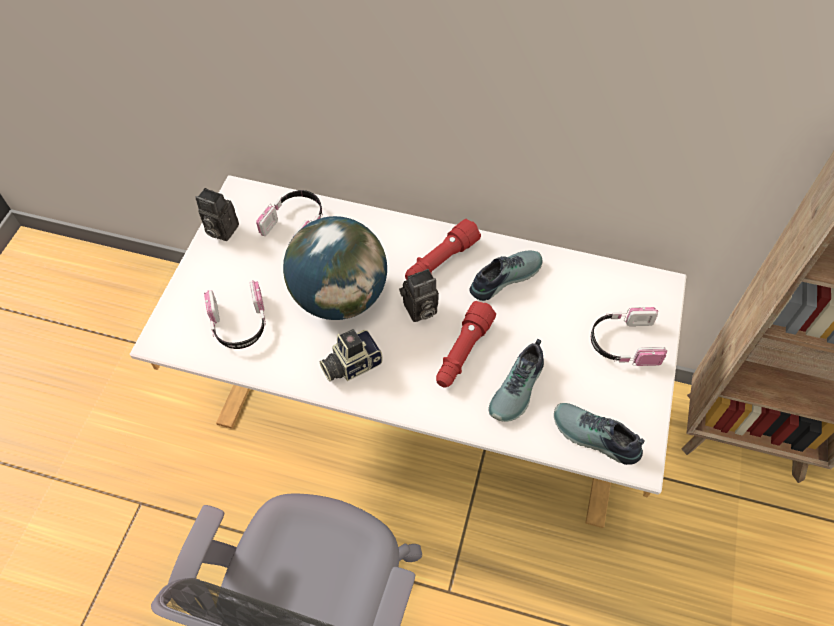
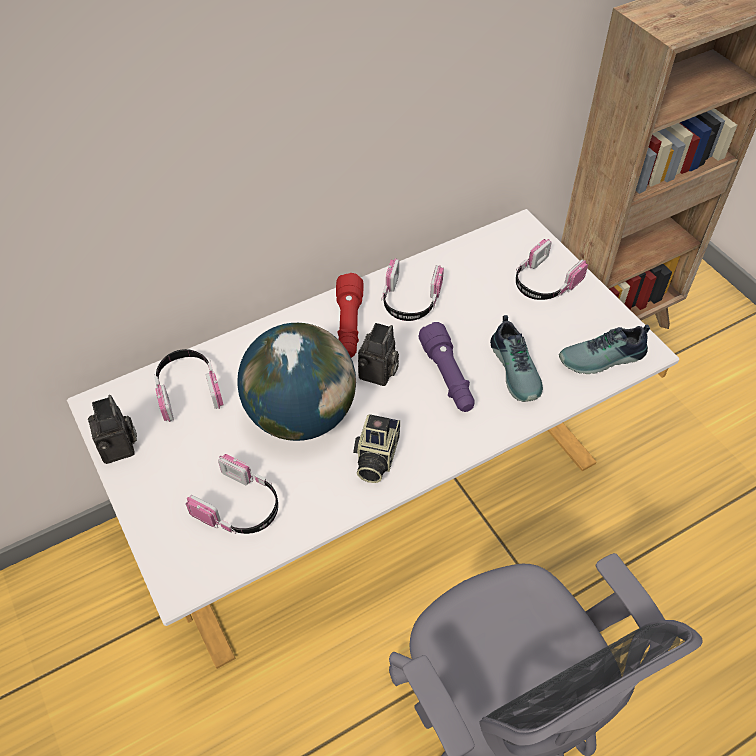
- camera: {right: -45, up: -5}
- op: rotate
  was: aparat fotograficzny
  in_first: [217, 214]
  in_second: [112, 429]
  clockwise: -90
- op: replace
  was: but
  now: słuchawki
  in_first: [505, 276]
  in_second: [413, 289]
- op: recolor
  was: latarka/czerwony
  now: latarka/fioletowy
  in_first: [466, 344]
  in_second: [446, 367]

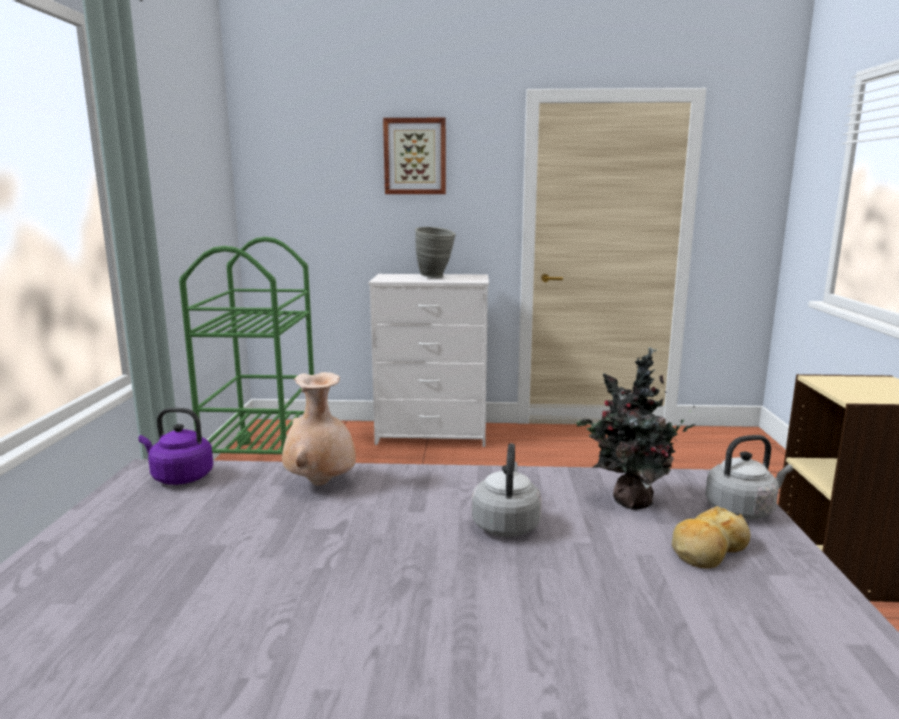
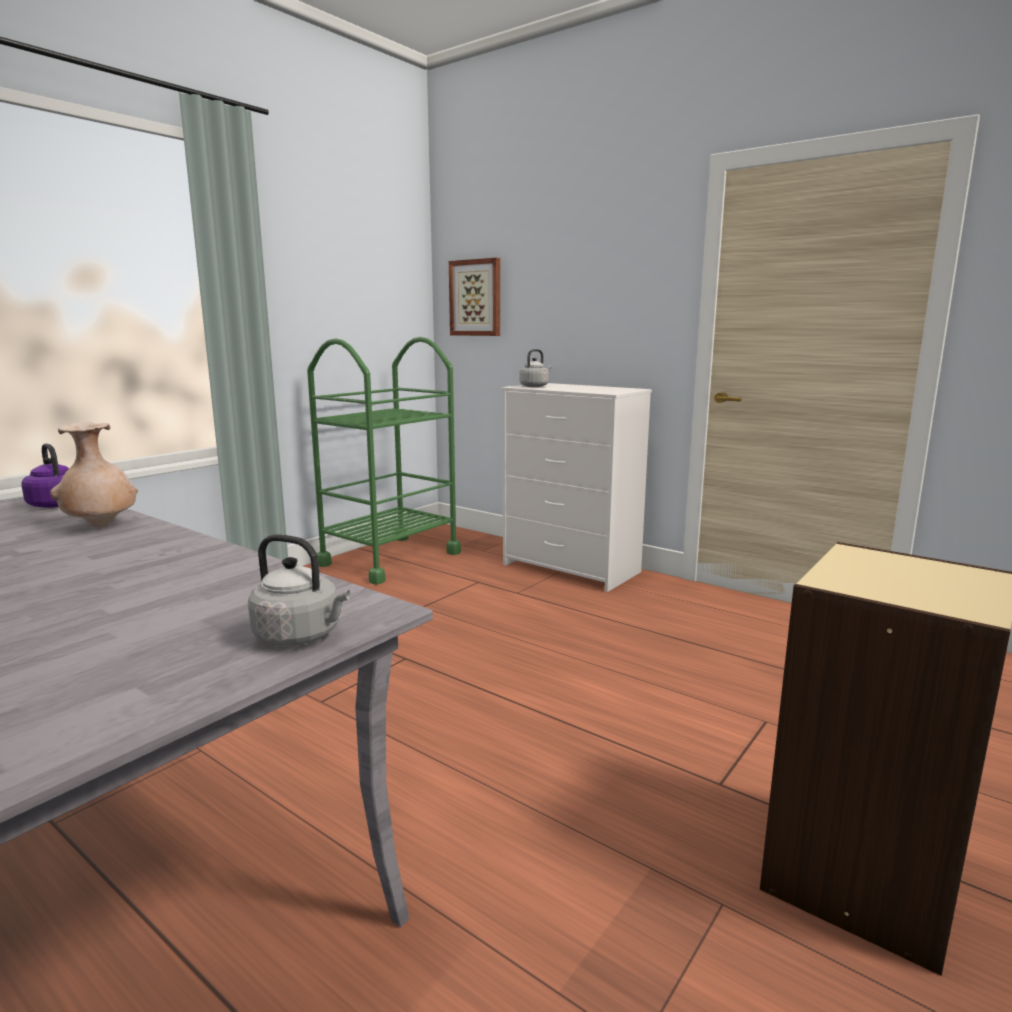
- camera: {right: 35, up: 0}
- op: move
  was: obraz
  in_first: [414, 156]
  in_second: [474, 297]
- op: delete
  was: wazon/szary
  in_first: [435, 252]
- op: delete
  was: roślina doniczkowa
  in_first: [635, 428]
- op: move
  was: czajnik/szary
  in_first: [507, 490]
  in_second: [535, 368]
- op: delete
  was: chleb
  in_first: [711, 537]

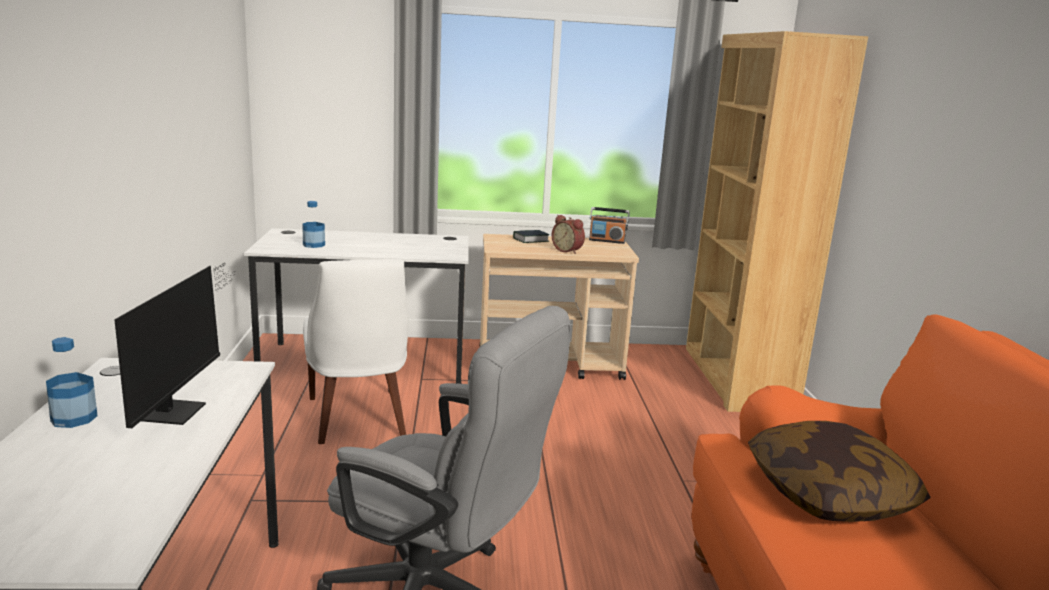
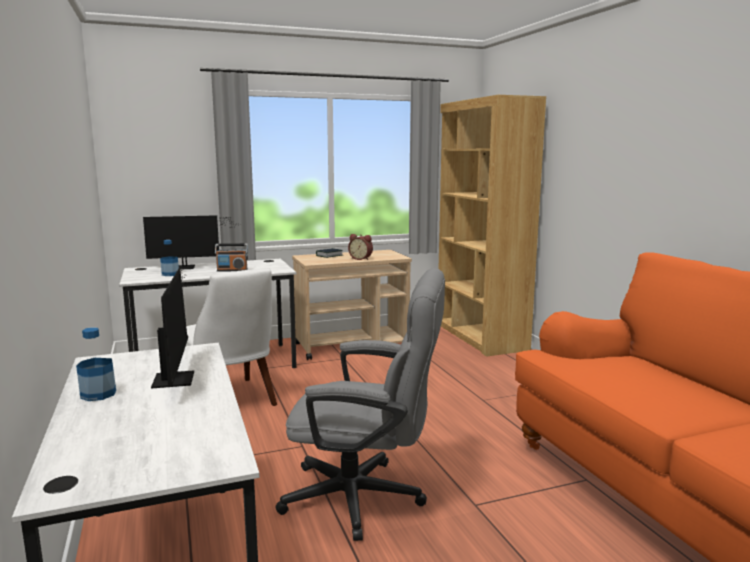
- camera: {right: -15, up: -5}
- op: move
  was: radio
  in_first: [609, 225]
  in_second: [231, 257]
- op: delete
  was: poduszka
  in_first: [839, 471]
- op: insert
  now: monitor
  in_second: [191, 242]

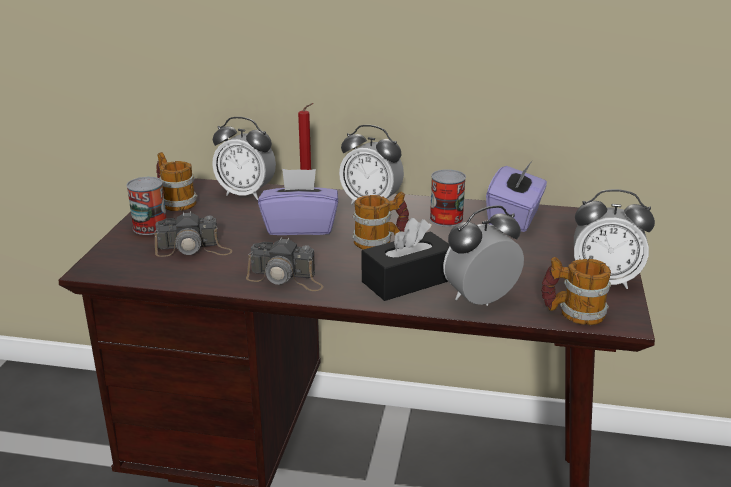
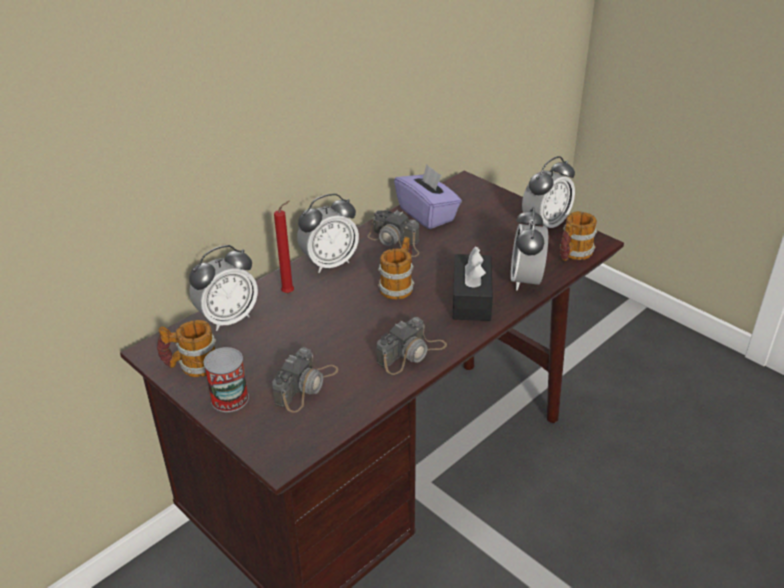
- camera: {right: -55, up: 10}
- op: delete
  was: pudełko chusteczek/fioletowy
  in_first: [298, 202]
- op: replace
  was: puszka
  now: aparat fotograficzny
  in_first: [448, 198]
  in_second: [393, 233]

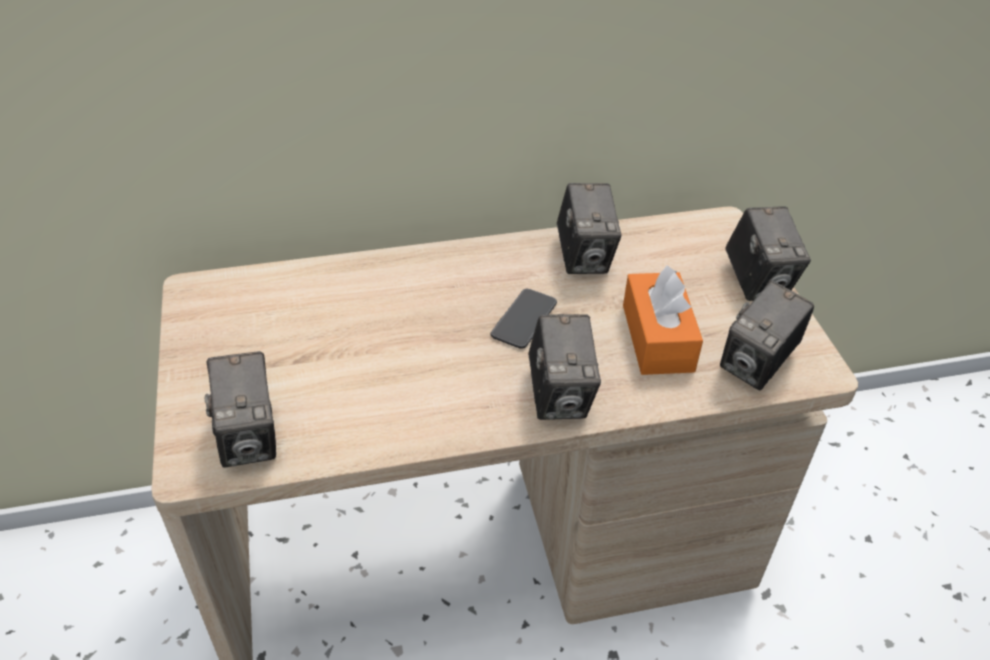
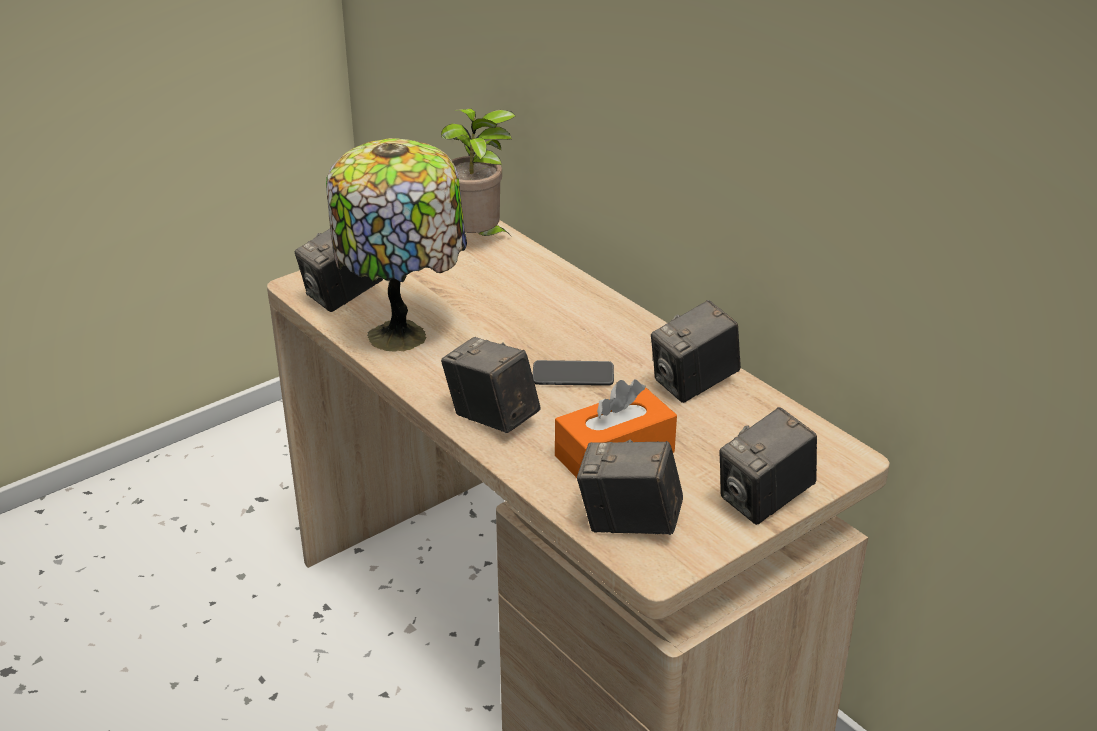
- camera: {right: 65, up: -10}
- op: rotate
  was: aparat fotograficzny
  in_first: [564, 367]
  in_second: [491, 385]
  clockwise: 75
- op: insert
  now: roślina doniczkowa
  in_second: [478, 173]
- op: insert
  now: lampa stołowa
  in_second: [396, 245]

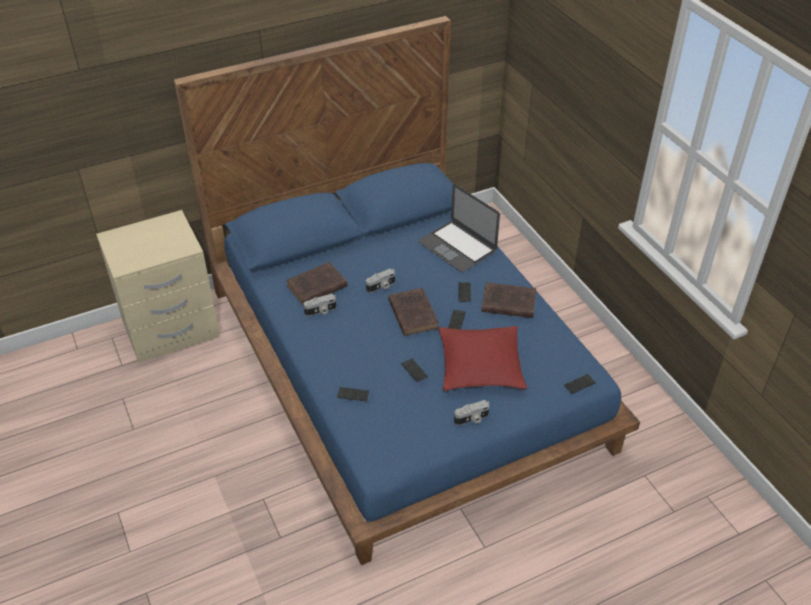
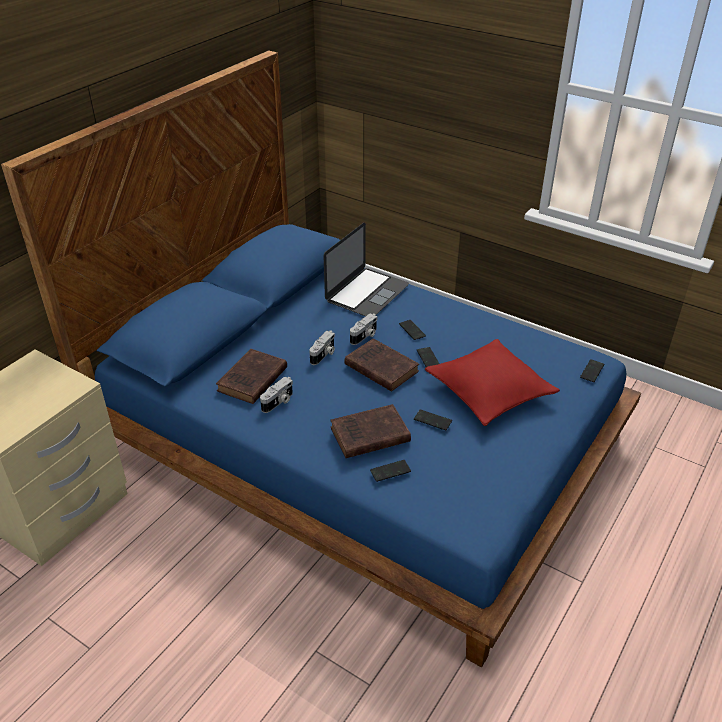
- camera: {right: -30, up: -5}
- op: rotate
  was: laptop
  in_first: [459, 228]
  in_second: [366, 269]
  clockwise: -75
- op: move
  was: książka/brązowy
  in_first: [508, 300]
  in_second: [370, 431]
- op: move
  was: aparat fotograficzny
  in_first: [471, 412]
  in_second: [364, 329]

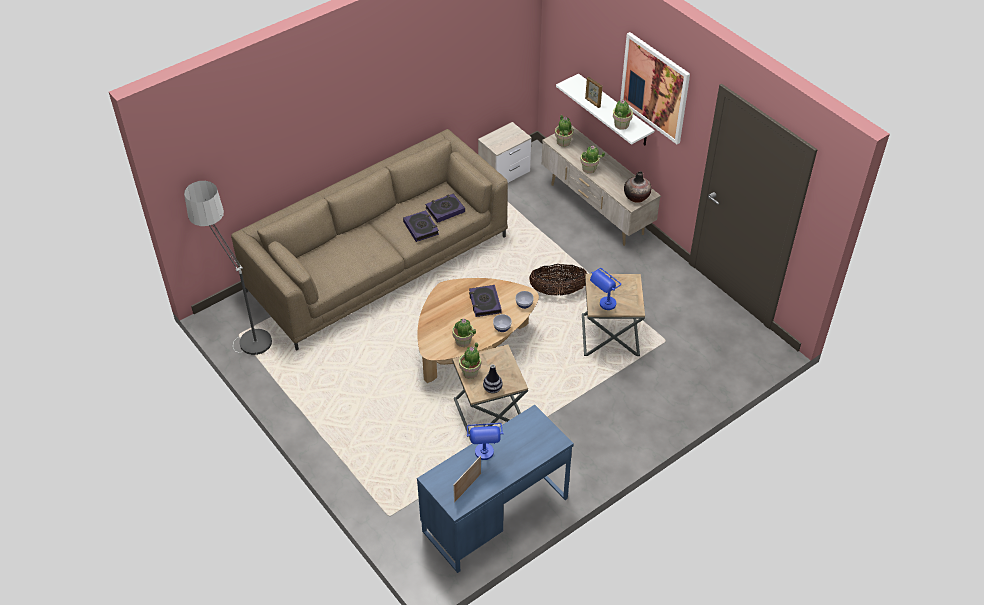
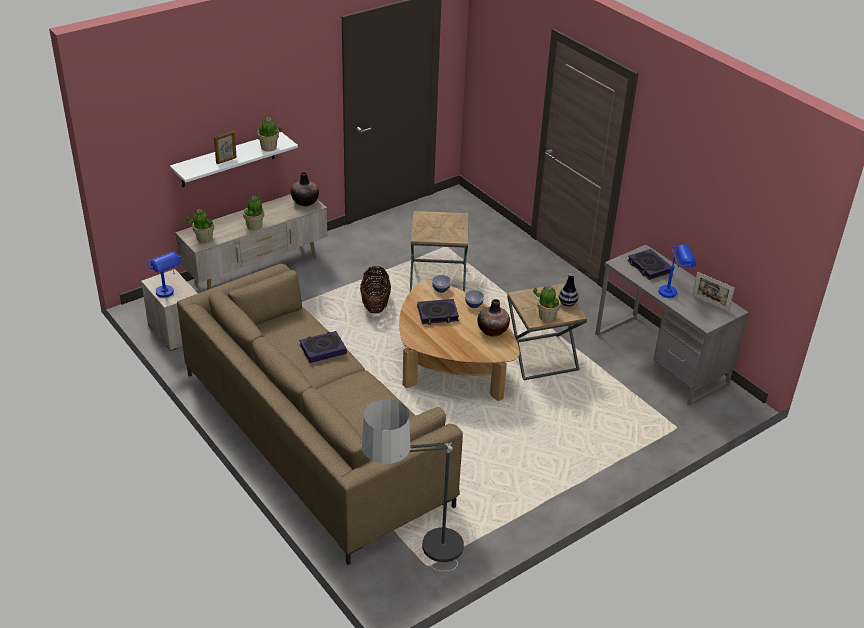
- camera: {right: -90, up: -10}
- op: delete
  was: obraz
  in_first: [655, 88]
- op: move
  was: książka
  in_first: [445, 208]
  in_second: [649, 264]
- op: move
  was: lampa stołowa/niebieski
  in_first: [605, 289]
  in_second: [163, 274]
- op: replace
  was: roślina doniczkowa
  now: wazon
  in_first: [464, 332]
  in_second: [493, 317]
- op: recolor
  was: biurko/niebieski
  now: biurko/szary
  in_first: [495, 489]
  in_second: [672, 325]

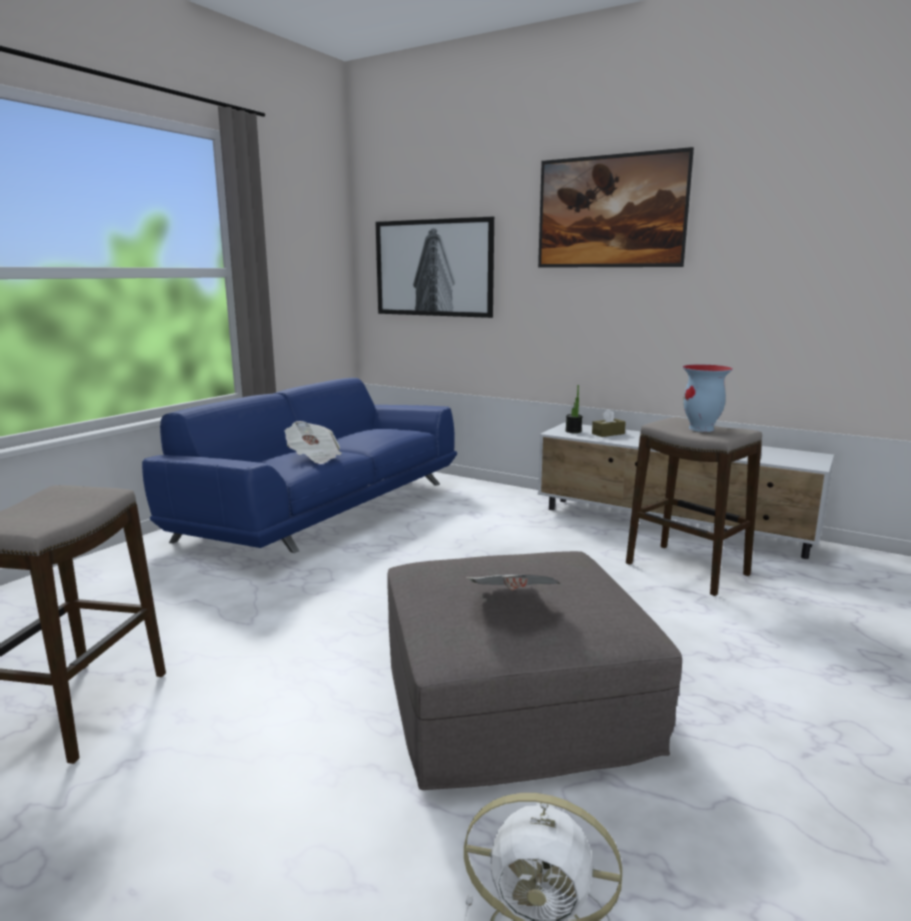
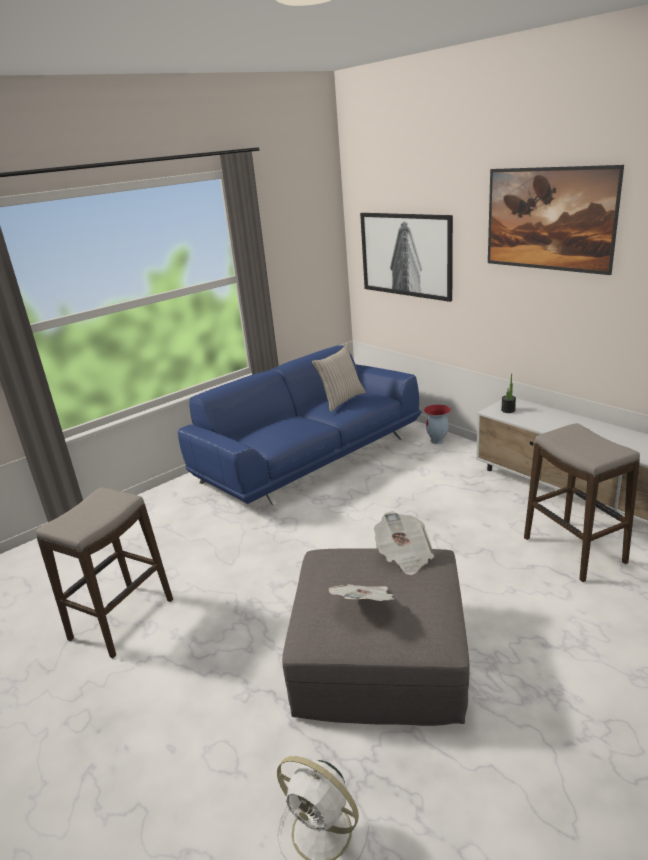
- camera: {right: 20, up: 10}
- op: move
  was: wazon
  in_first: [708, 398]
  in_second: [437, 424]
- op: delete
  was: pudełko chusteczek/brązowy
  in_first: [609, 423]
- op: move
  was: gazeta
  in_first: [313, 442]
  in_second: [404, 543]
- op: insert
  now: poduszka/beżowy
  in_second: [339, 378]

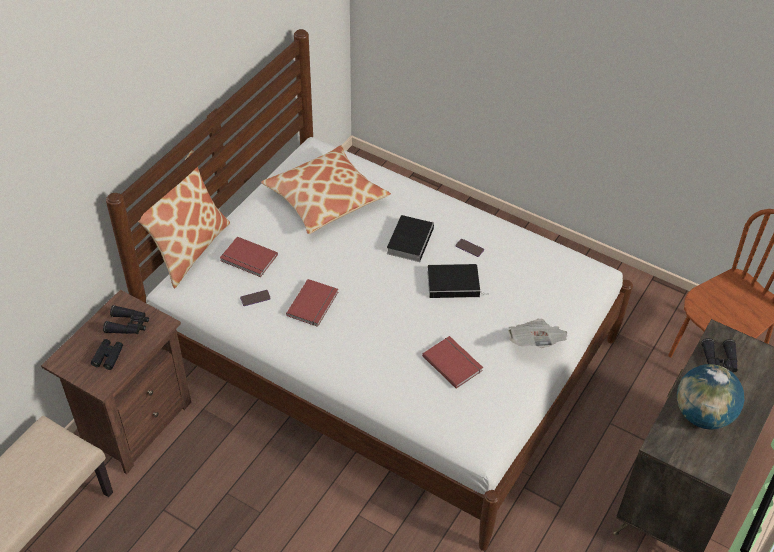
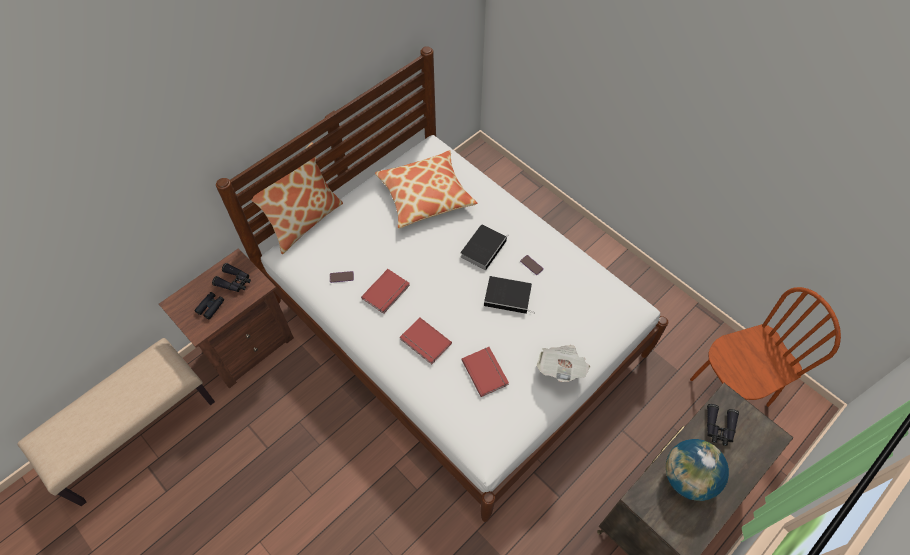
- camera: {right: 15, up: 10}
- op: move
  was: książka/czerwony
  in_first: [249, 256]
  in_second: [426, 341]

